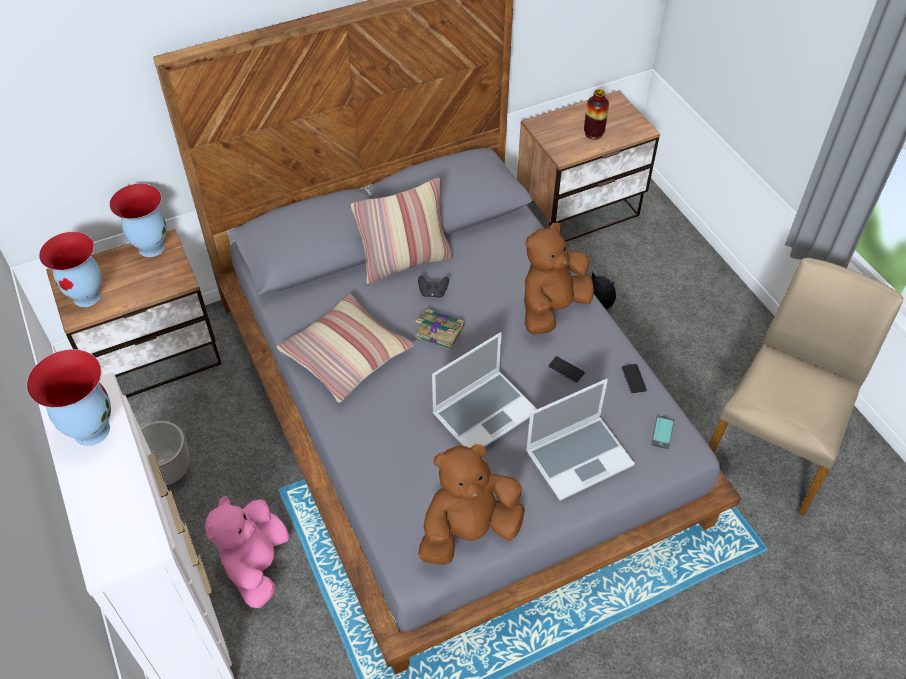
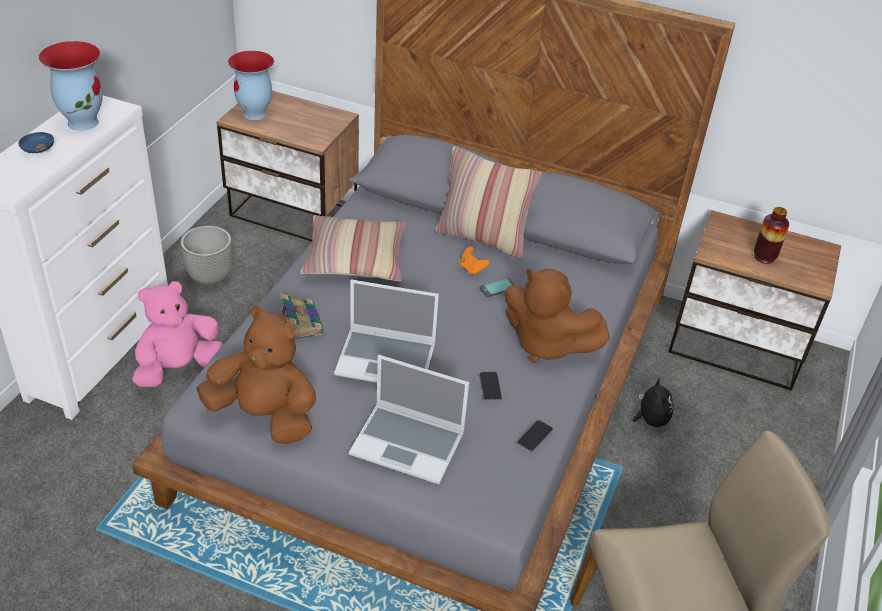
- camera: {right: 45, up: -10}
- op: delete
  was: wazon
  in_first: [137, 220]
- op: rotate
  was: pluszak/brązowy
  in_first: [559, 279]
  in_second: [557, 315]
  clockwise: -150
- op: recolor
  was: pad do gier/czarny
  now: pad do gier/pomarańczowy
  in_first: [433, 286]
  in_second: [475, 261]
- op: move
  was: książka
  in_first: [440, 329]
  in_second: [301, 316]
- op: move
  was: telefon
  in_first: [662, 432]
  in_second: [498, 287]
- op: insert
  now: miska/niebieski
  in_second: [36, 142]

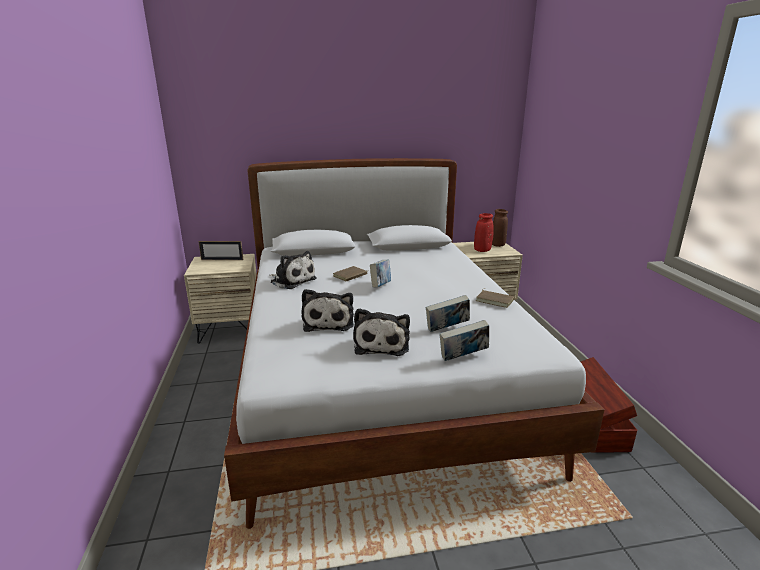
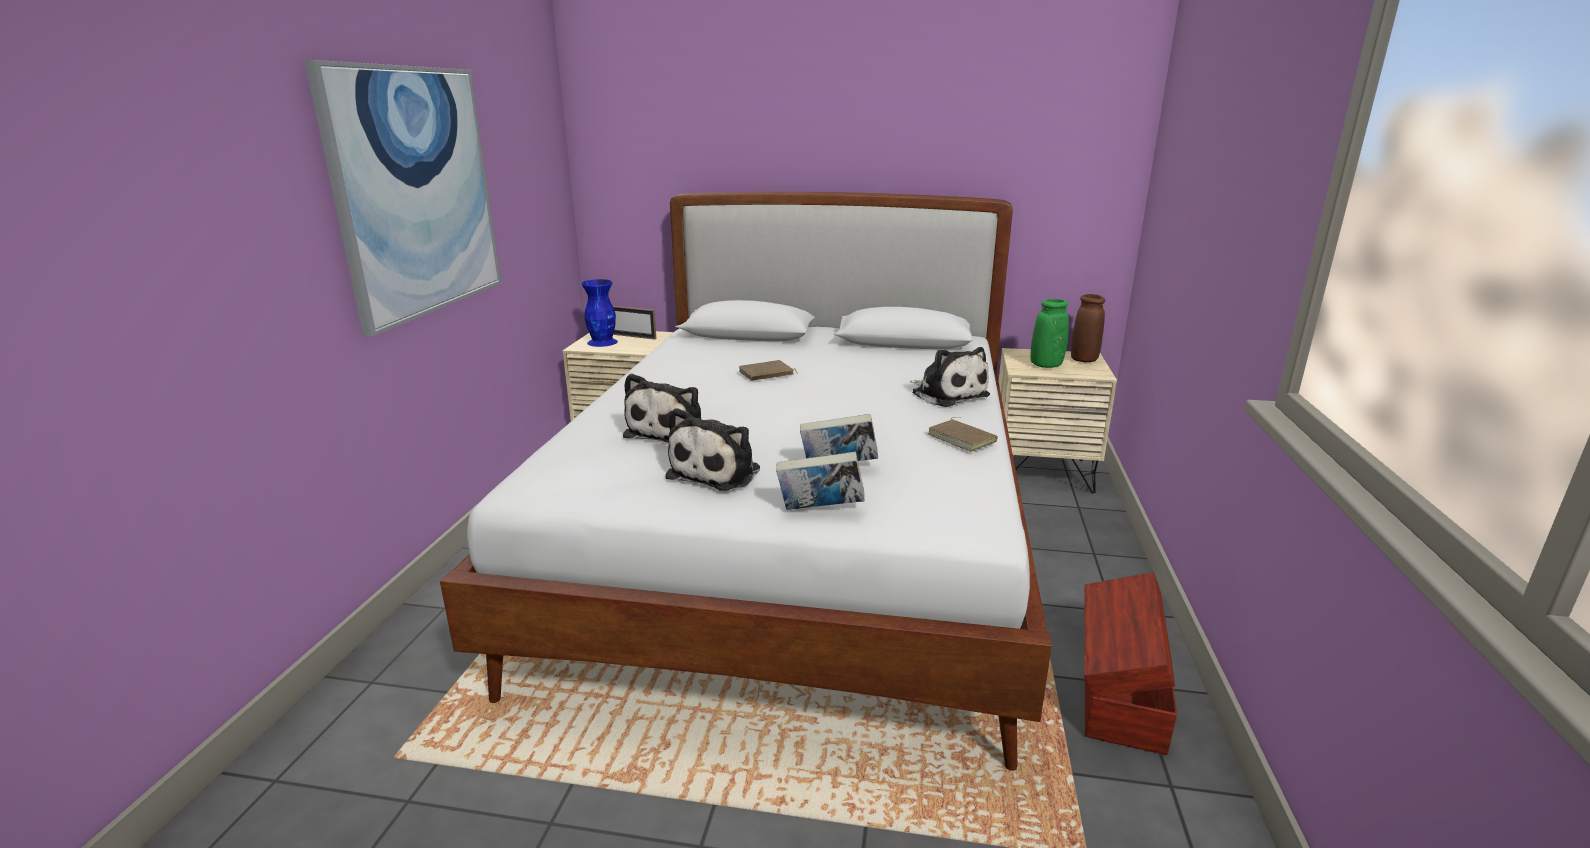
- camera: {right: 20, up: 0}
- op: recolor
  was: wazon/czerwony
  now: wazon/zielony
  in_first: [484, 232]
  in_second: [1050, 333]
- op: move
  was: pluszak
  in_first: [293, 270]
  in_second: [950, 377]
- op: delete
  was: książka
  in_first: [380, 274]
- op: insert
  now: obraz
  in_second: [402, 198]
- op: insert
  now: wazon/niebieski
  in_second: [599, 313]

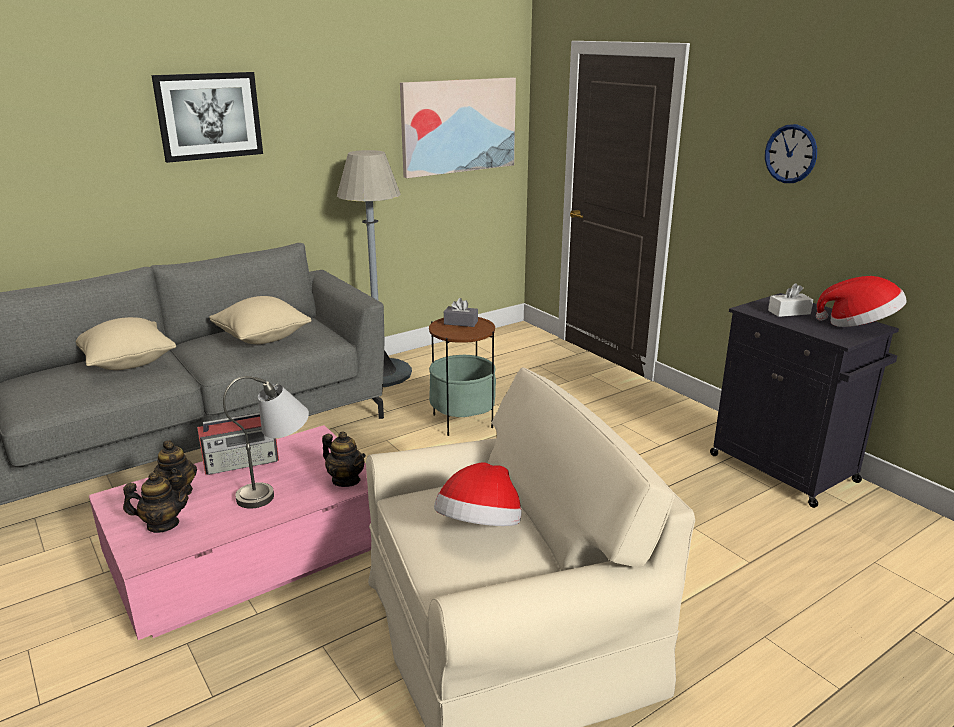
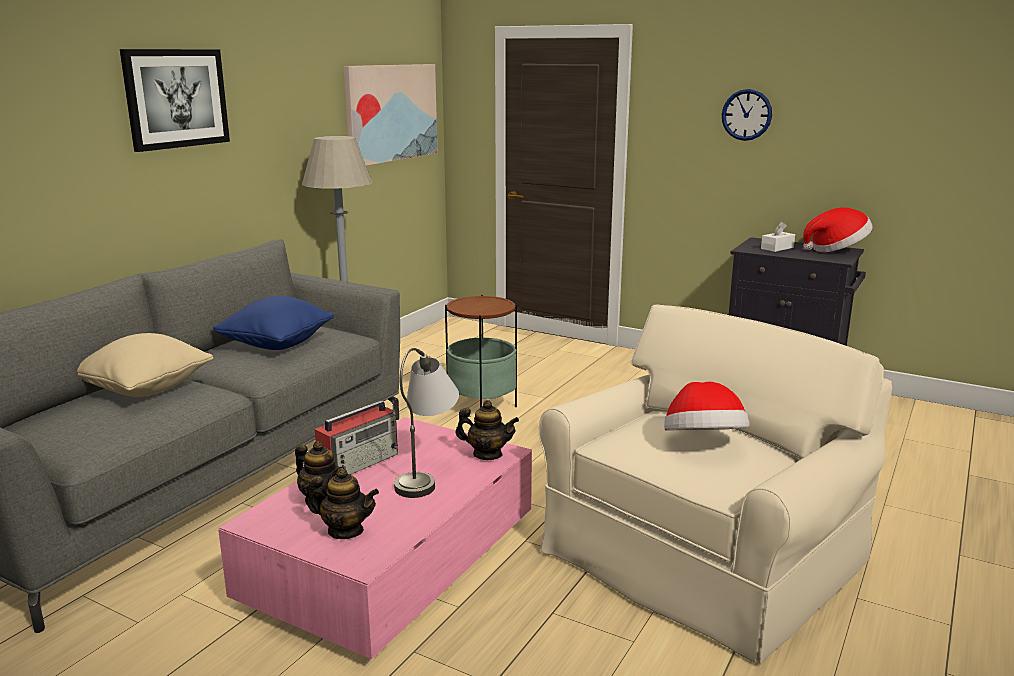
- camera: {right: -25, up: -5}
- op: recolor
  was: poduszka/beżowy
  now: poduszka/niebieski
  in_first: [260, 320]
  in_second: [273, 323]
- op: delete
  was: pudełko chusteczek/szary
  in_first: [461, 312]
- op: rotate
  was: imbryk
  in_first: [157, 502]
  in_second: [343, 503]
  clockwise: 45

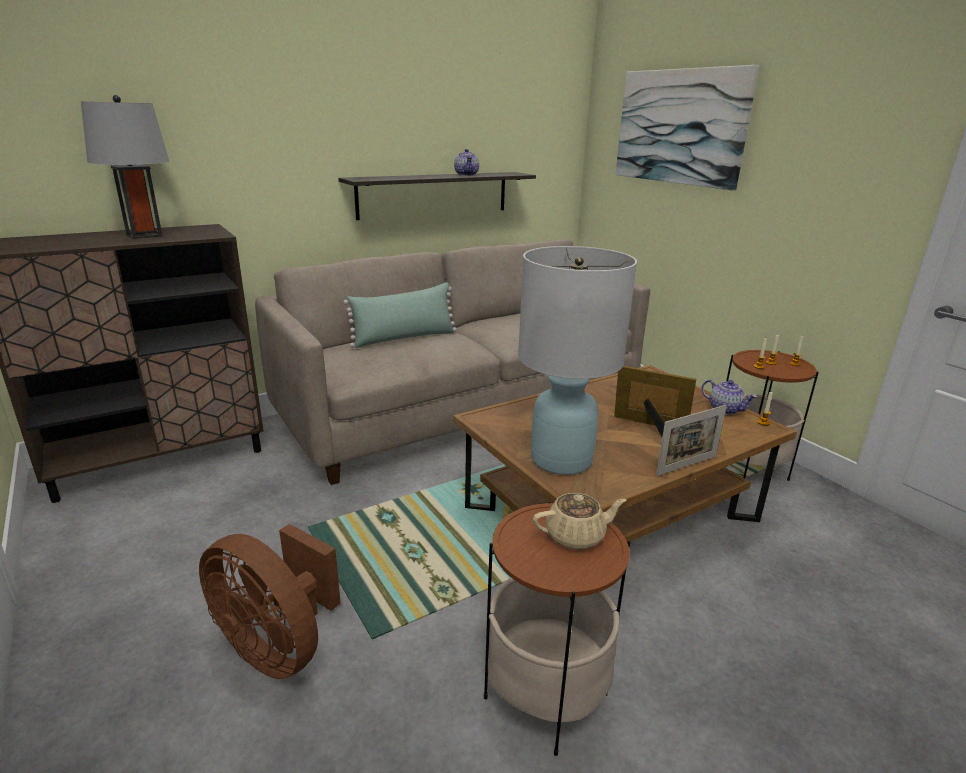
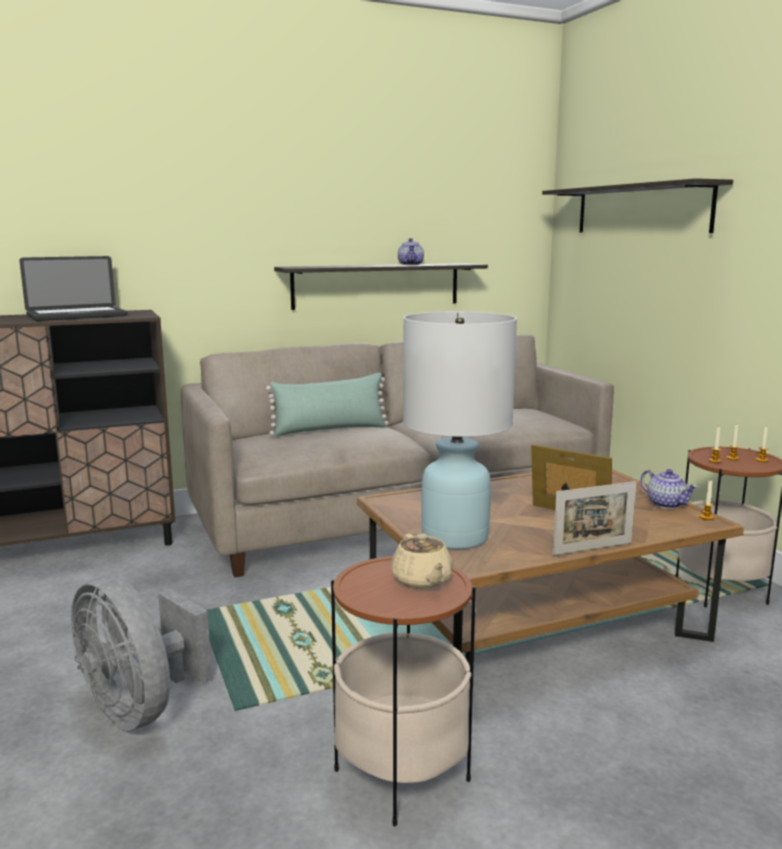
- camera: {right: 10, up: -10}
- op: replace
  was: obraz
  now: półka
  in_first: [688, 127]
  in_second: [637, 205]
- op: replace
  was: lampa stołowa/szary
  now: laptop
  in_first: [125, 167]
  in_second: [73, 288]
- op: rotate
  was: imbryk/beżowy
  in_first: [580, 521]
  in_second: [422, 561]
  clockwise: 75
- op: recolor
  was: wentylator/brązowy
  now: wentylator/szary
  in_first: [270, 601]
  in_second: [141, 653]

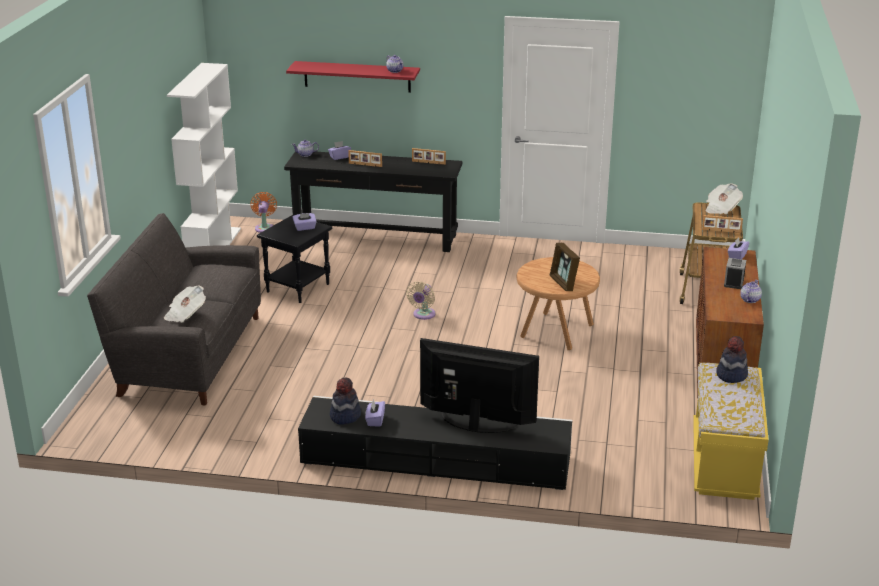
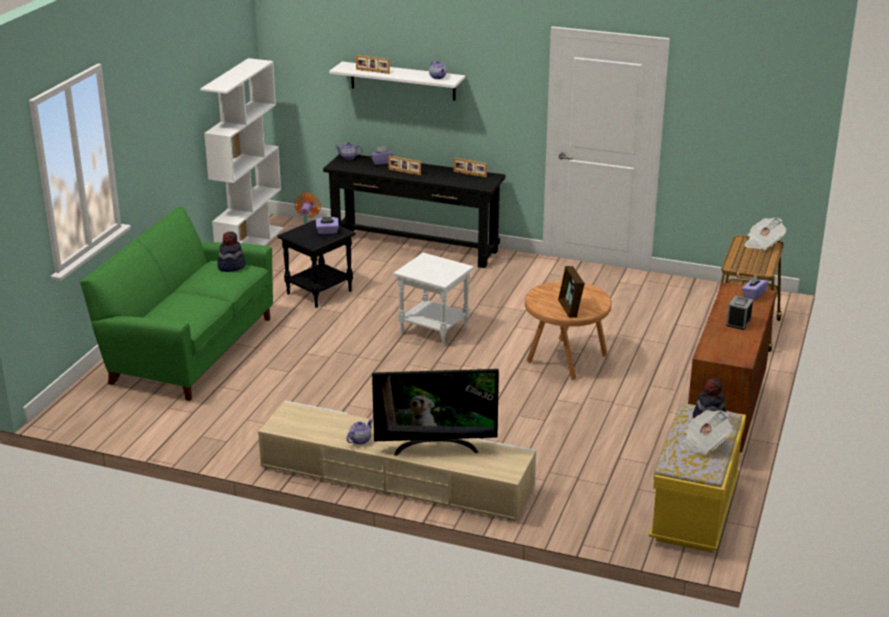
- camera: {right: 10, up: 0}
- op: recolor
  was: półka/czerwony
  now: półka/biały
  in_first: [353, 77]
  in_second: [397, 81]
- op: recolor
  was: kanapa/szary
  now: kanapa/zielony
  in_first: [174, 309]
  in_second: [176, 303]
- op: move
  was: ramka na zdjęcie
  in_first: [722, 224]
  in_second: [373, 64]
- op: move
  was: imbryk
  in_first: [751, 291]
  in_second: [359, 432]
- op: replace
  was: wentylator/beżowy
  now: stolik/biały
  in_first: [421, 300]
  in_second: [433, 300]
- op: move
  was: gazeta
  in_first: [185, 304]
  in_second: [705, 432]
- op: rotate
  was: telewizor
  in_first: [479, 385]
  in_second: [435, 412]
  clockwise: 150
- op: move
  was: kapelusz
  in_first: [345, 400]
  in_second: [231, 251]
- op: recolor
  was: szafka pod telewizor/czarny
  now: szafka pod telewizor/beżowy
  in_first: [435, 443]
  in_second: [397, 461]
- op: delete
  was: pudełko chusteczek/fioletowy
  in_first: [375, 413]

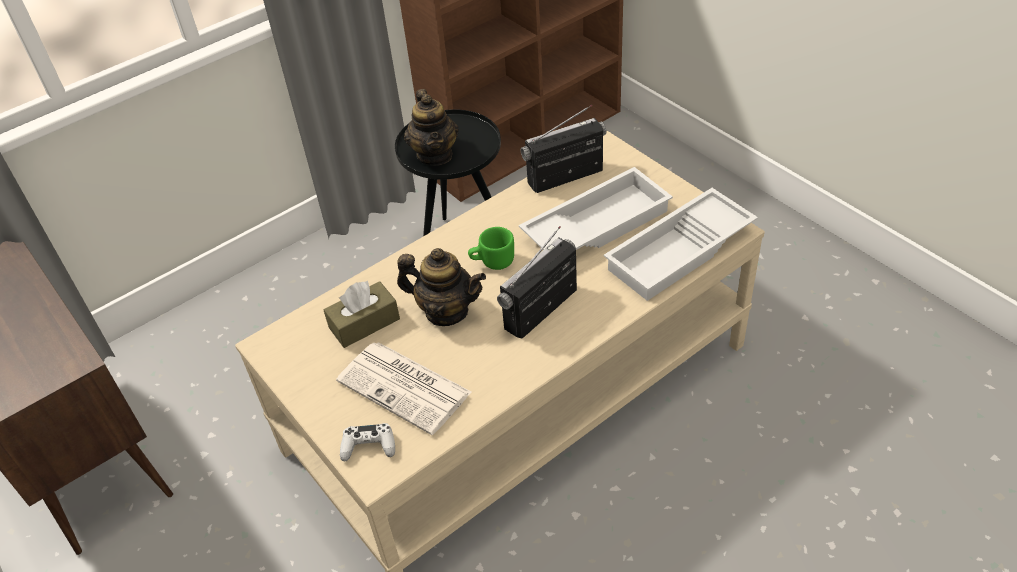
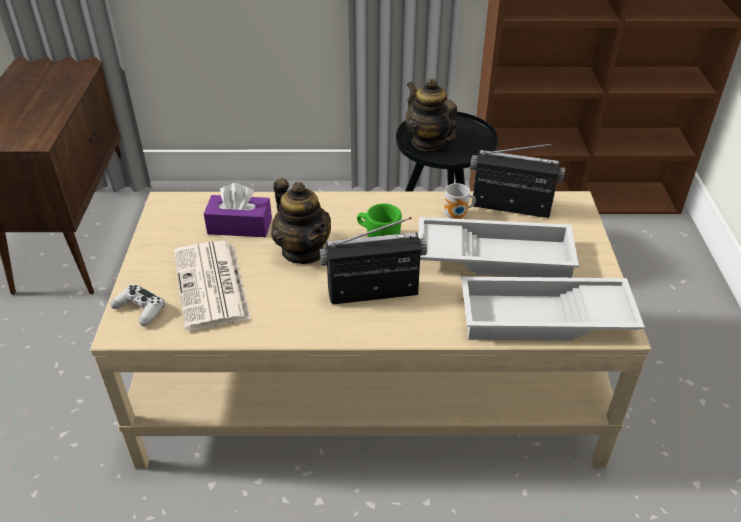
- camera: {right: 35, up: -5}
- op: rotate
  was: imbryk
  in_first: [431, 127]
  in_second: [431, 114]
  clockwise: 120
- op: recolor
  was: pudełko chusteczek/brązowy
  now: pudełko chusteczek/fioletowy
  in_first: [362, 314]
  in_second: [238, 210]
- op: insert
  now: kubek
  in_second: [460, 201]

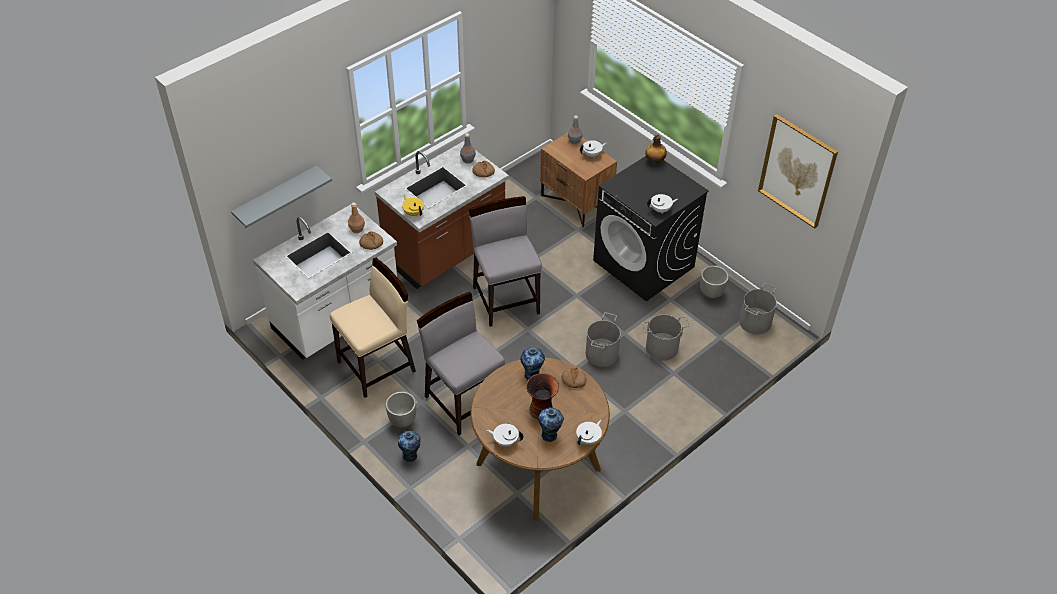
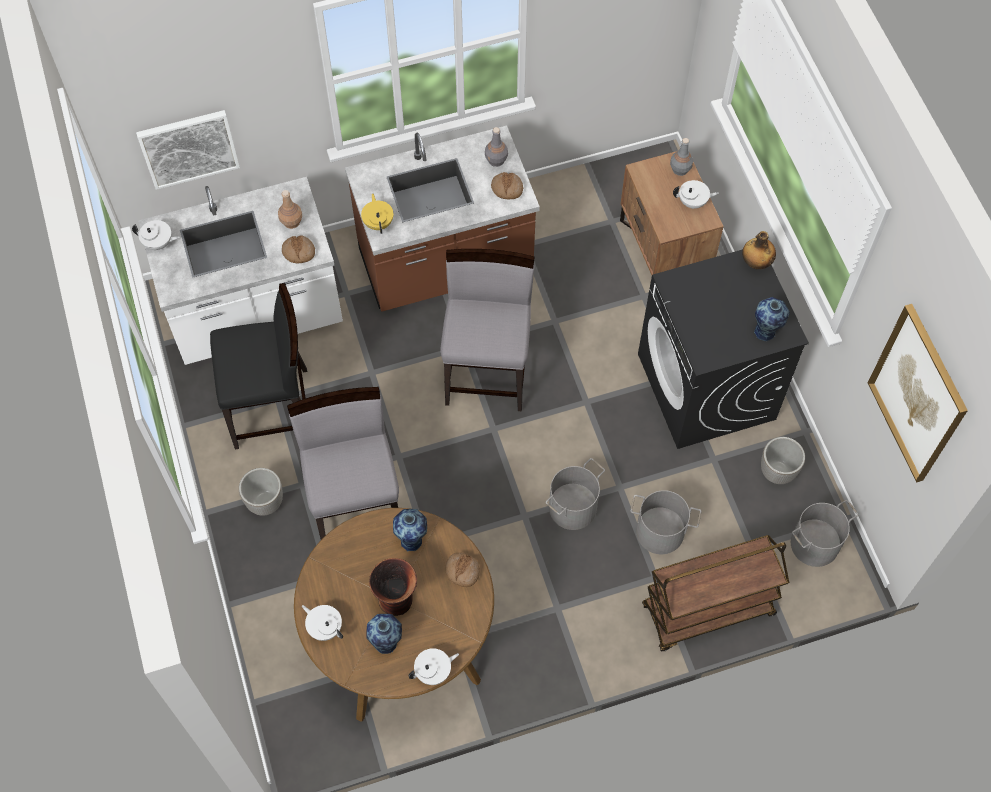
- camera: {right: 25, up: 15}
- op: replace
  was: półka/szary
  now: obraz
  in_first: [281, 196]
  in_second: [188, 150]
- op: move
  was: imbryk/biały
  in_first: [662, 204]
  in_second: [156, 235]
- op: recolor
  was: krzesło/beżowy
  now: krzesło/czarny
  in_first: [373, 328]
  in_second: [258, 366]
- op: move
  was: wazon
  in_first: [409, 446]
  in_second: [772, 319]
- op: insert
  now: wózek/brązowy
  in_second: [715, 593]

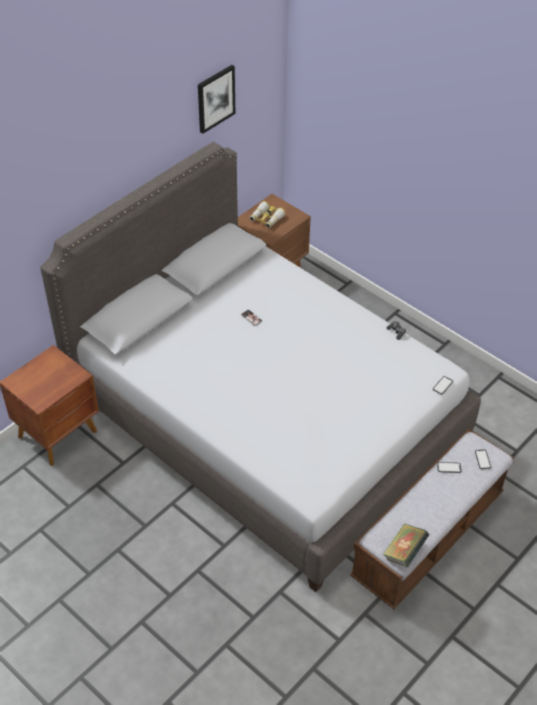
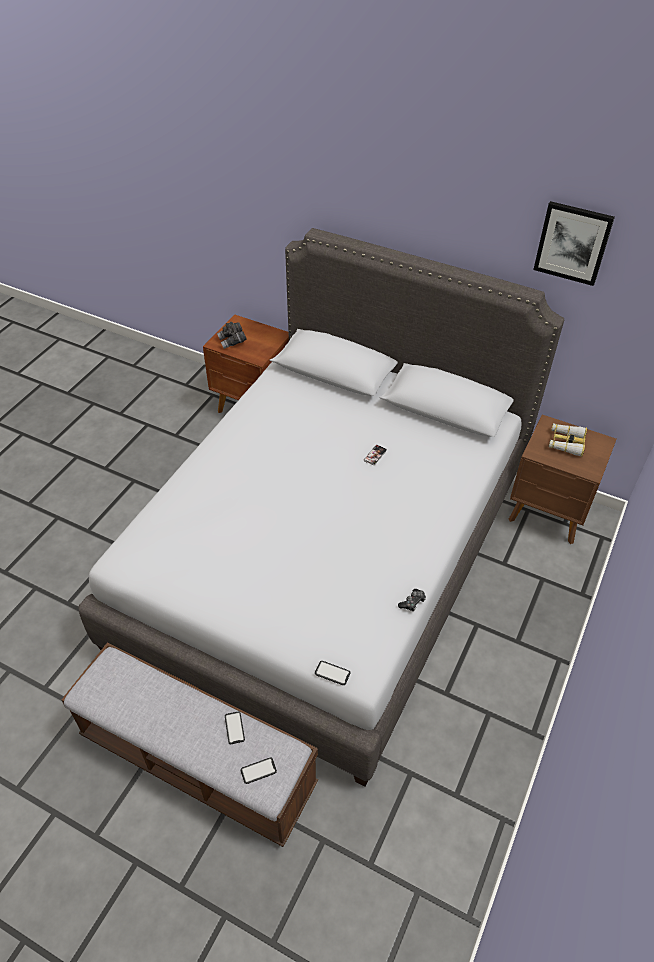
- camera: {right: 75, up: 0}
- op: delete
  was: książka
  in_first: [406, 545]
- op: insert
  now: lornetka/szary
  in_second: [232, 335]

